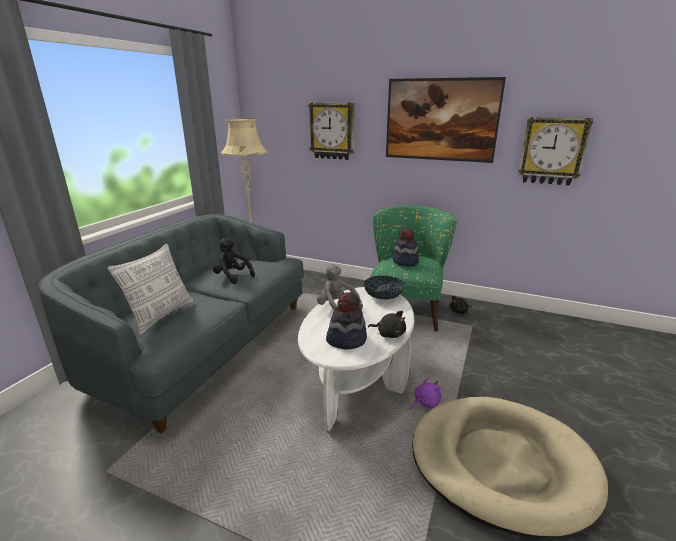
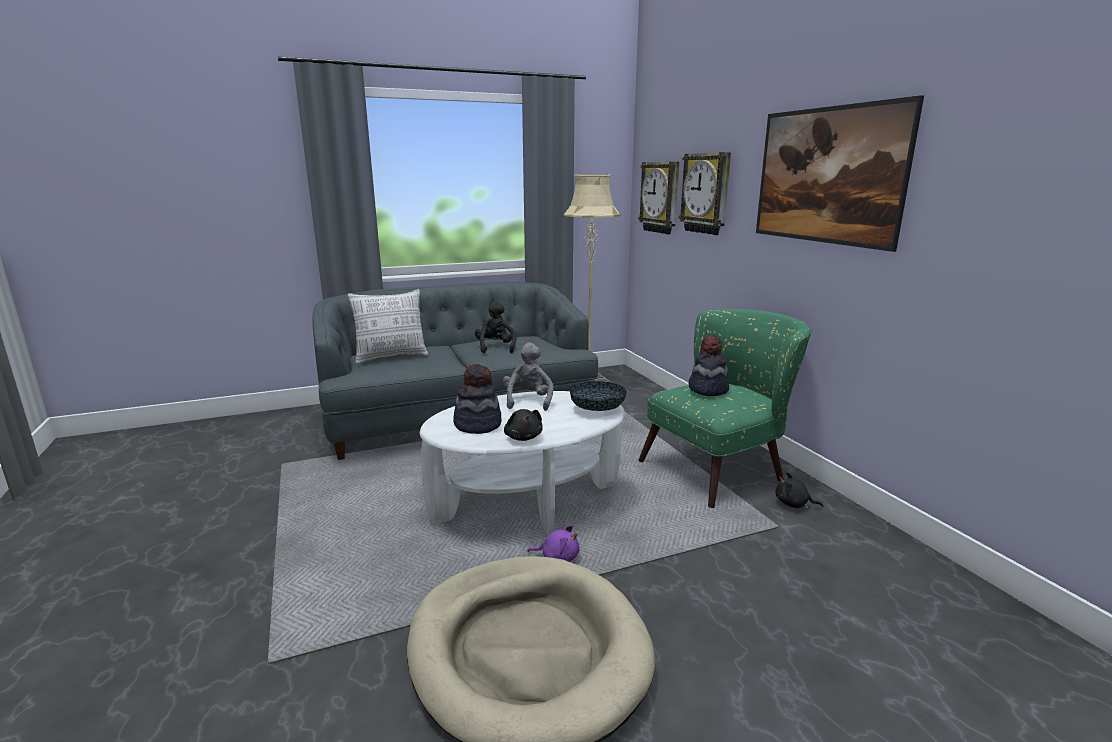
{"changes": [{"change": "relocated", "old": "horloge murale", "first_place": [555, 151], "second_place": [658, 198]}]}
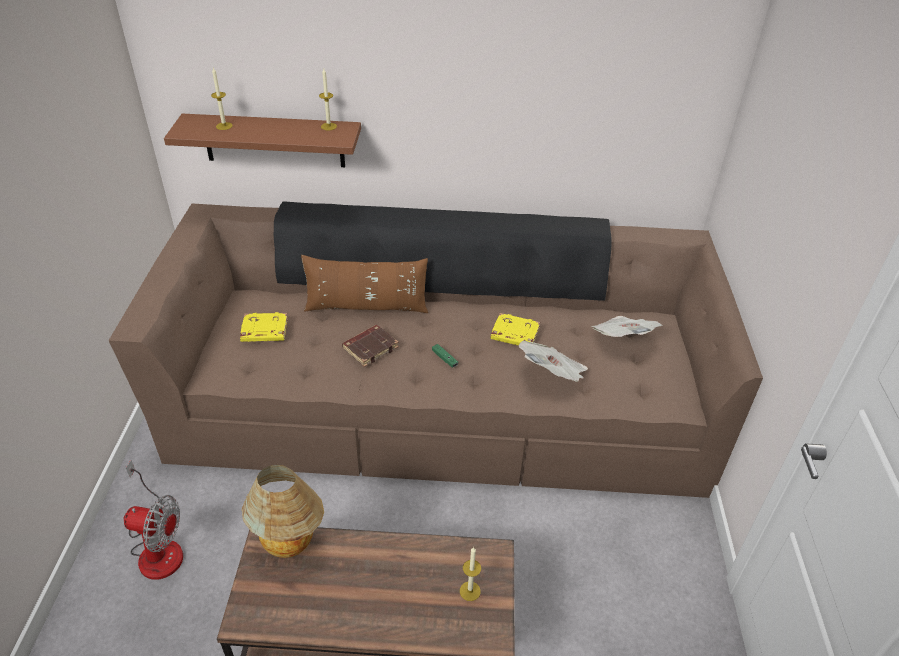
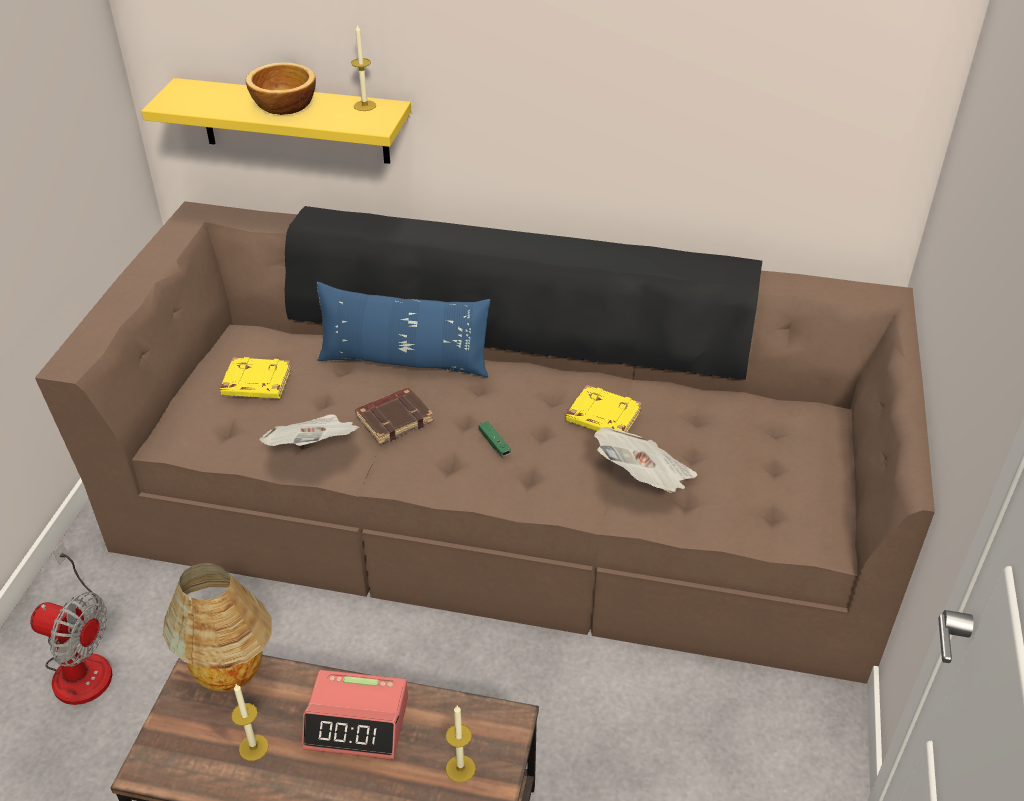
{"changes": [{"change": "colour", "old": "étagère (marron)", "new": "étagère (jaune)", "first_place": [262, 140], "second_place": [276, 121]}, {"change": "relocated", "old": "bougie", "first_place": [222, 99], "second_place": [250, 722]}, {"change": "colour", "old": "coussin (marron)", "new": "coussin (bleu)", "first_place": [364, 284], "second_place": [403, 329]}, {"change": "relocated", "old": "journal", "first_place": [626, 326], "second_place": [310, 430]}, {"change": "appeared", "new": "bol", "second_place": [281, 89]}, {"change": "appeared", "new": "réveil", "second_place": [355, 715]}]}
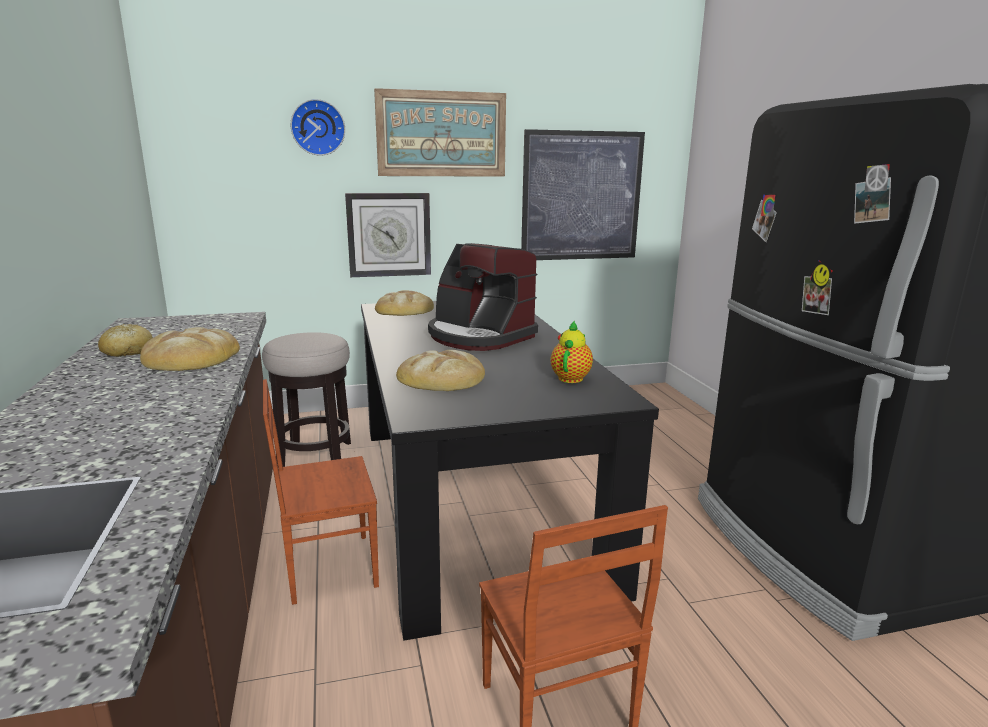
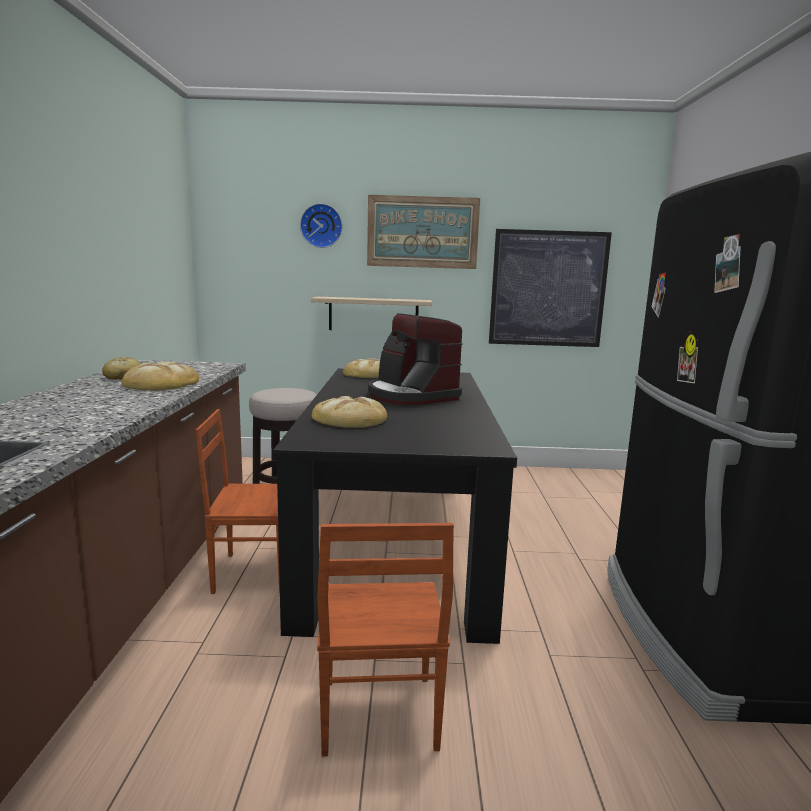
{"changes": [{"change": "exchanged", "old": "horloge murale", "new": "étagère", "first_place": [388, 235], "second_place": [371, 313]}, {"change": "missing", "old": "théière", "first_place": [572, 351]}]}
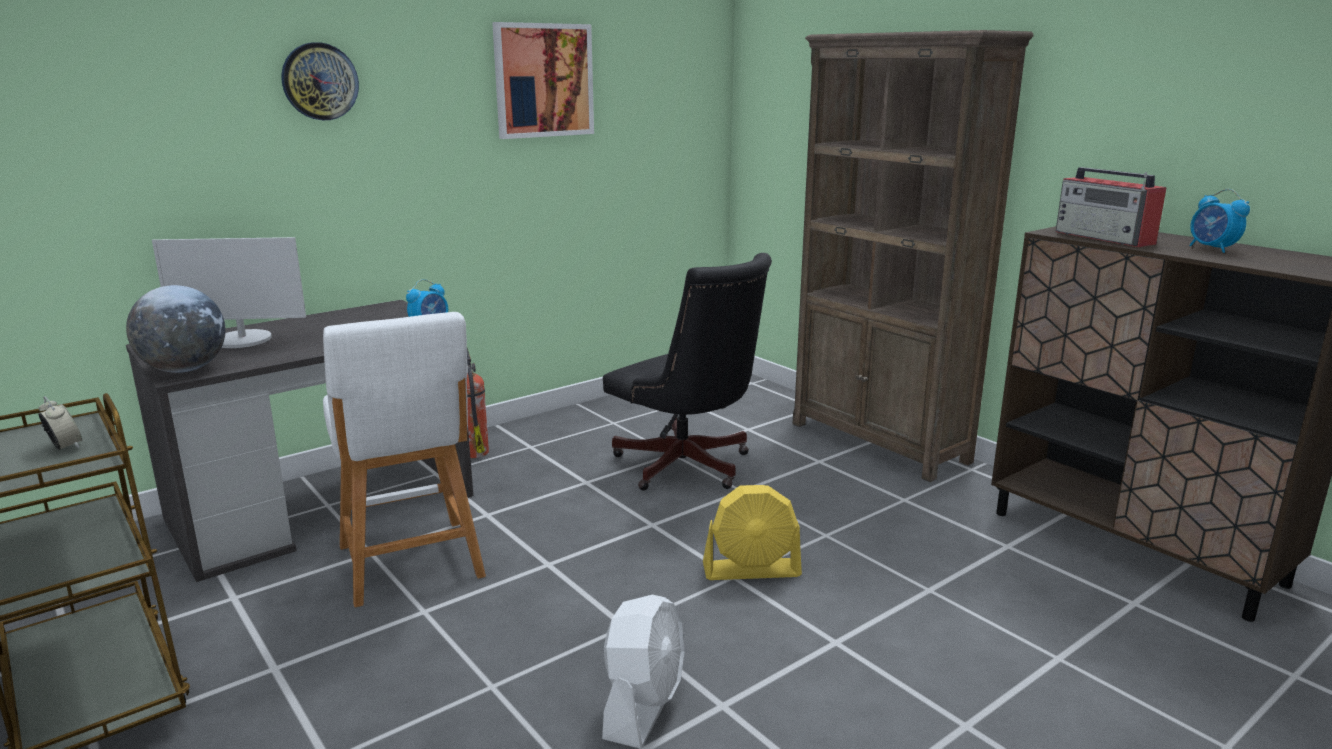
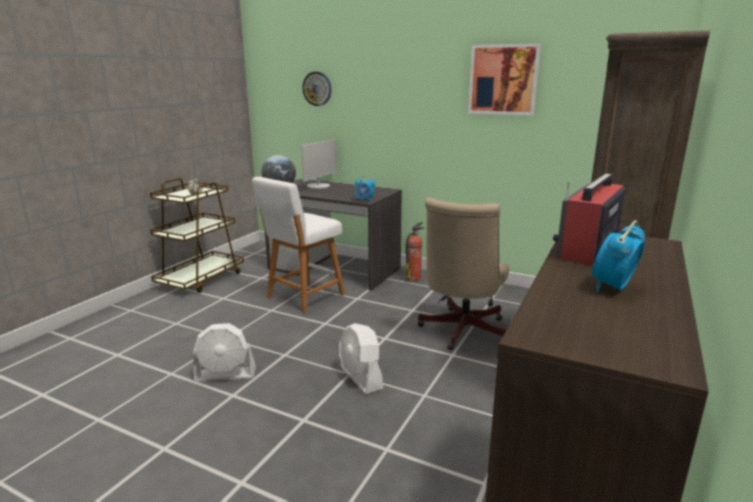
{"changes": [{"change": "spun", "old": "écran d'ordinateur", "first_place": [229, 292], "second_place": [319, 164], "degrees": -120}, {"change": "relocated", "old": "horloge murale", "first_place": [320, 81], "second_place": [316, 89]}, {"change": "colour", "old": "chaise de bureau (noir)", "new": "chaise de bureau (beige)", "first_place": [687, 371], "second_place": [463, 274]}, {"change": "colour", "old": "ventilateur (jaune)", "new": "ventilateur (blanc)", "first_place": [752, 532], "second_place": [361, 358]}]}
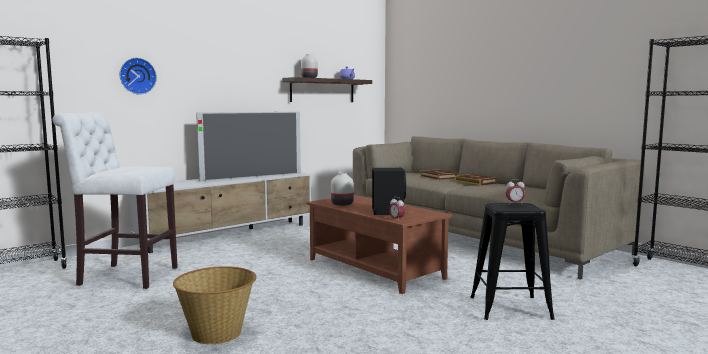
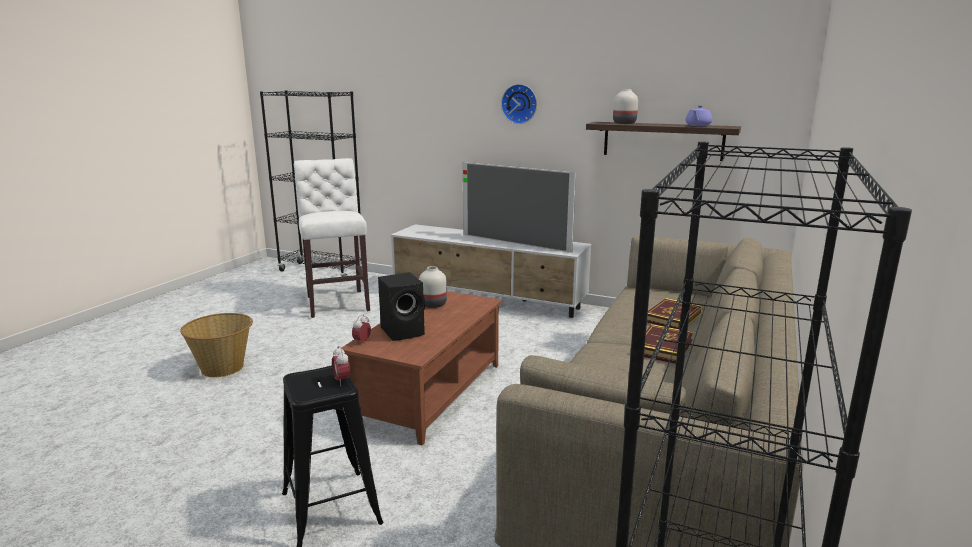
{"changes": [{"change": "relocated", "old": "horloge murale", "first_place": [138, 76], "second_place": [519, 104]}]}
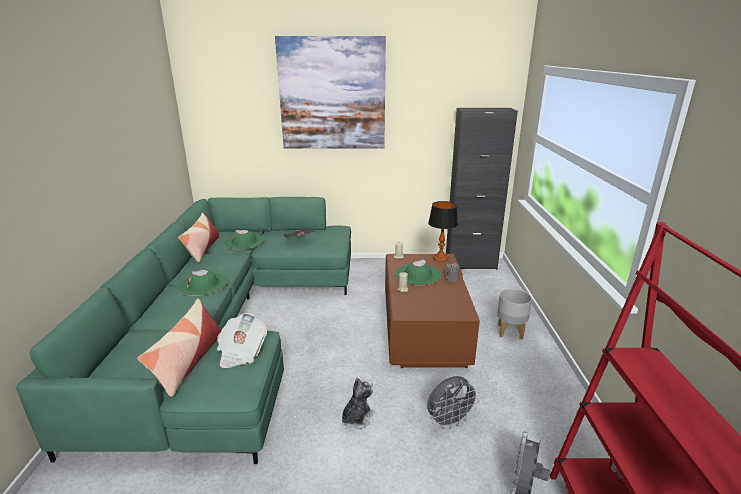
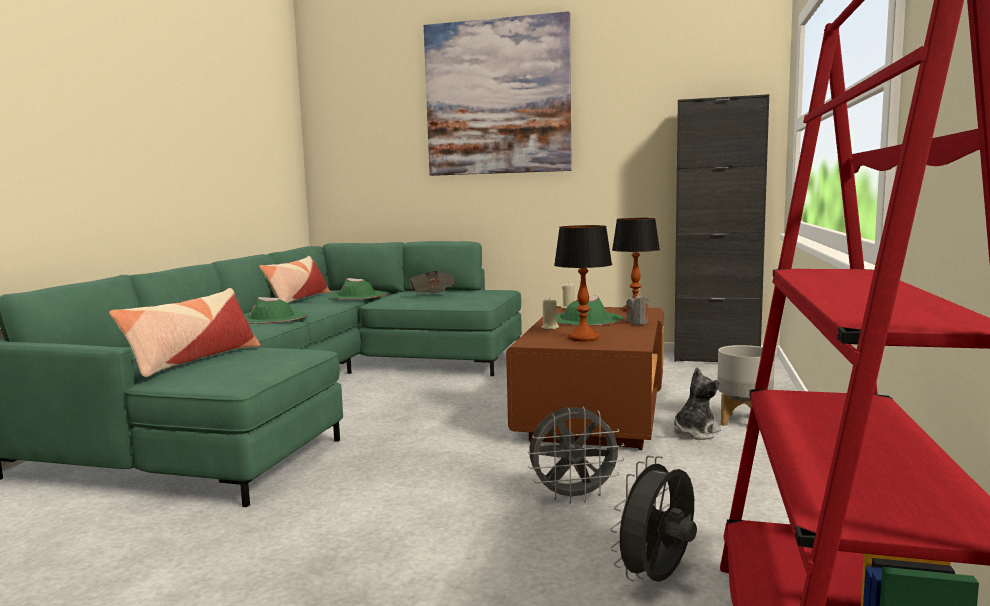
{"changes": [{"change": "missing", "old": "journal", "first_place": [242, 340]}, {"change": "relocated", "old": "peluche", "first_place": [358, 403], "second_place": [697, 403]}, {"change": "appeared", "new": "lampe de table", "second_place": [583, 283]}]}
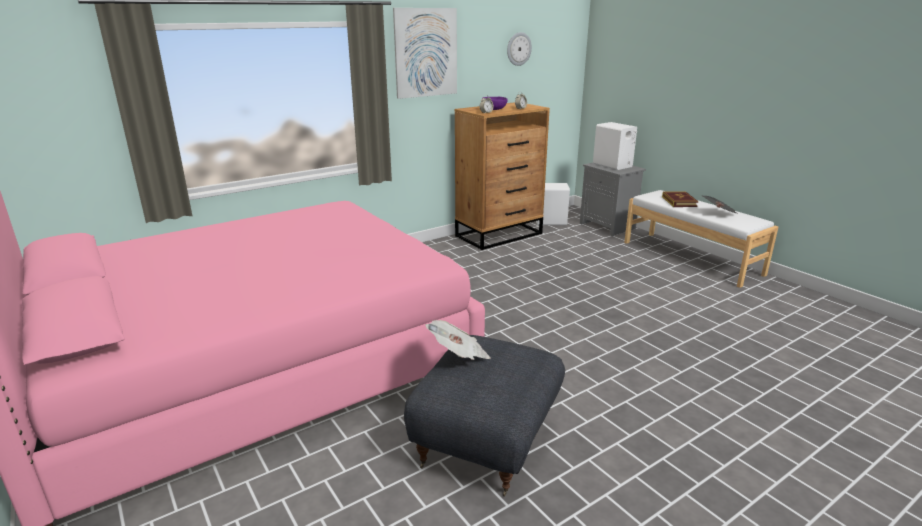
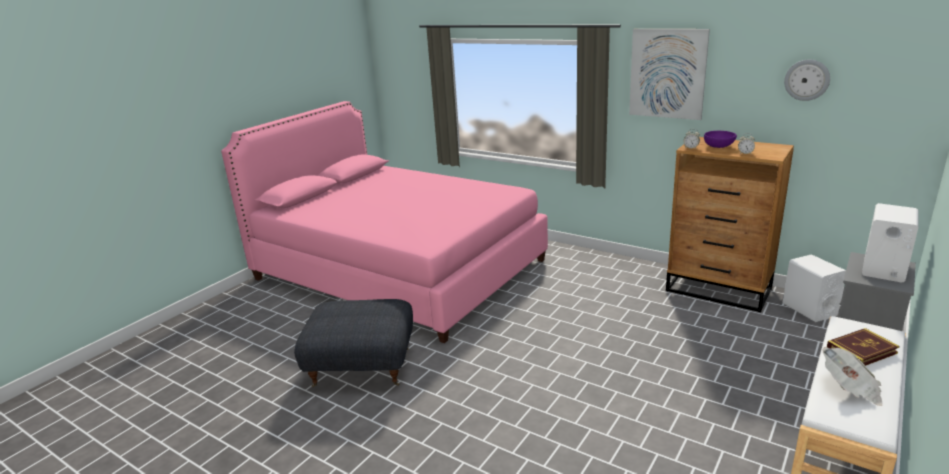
{"changes": [{"change": "missing", "old": "journal", "first_place": [458, 340]}]}
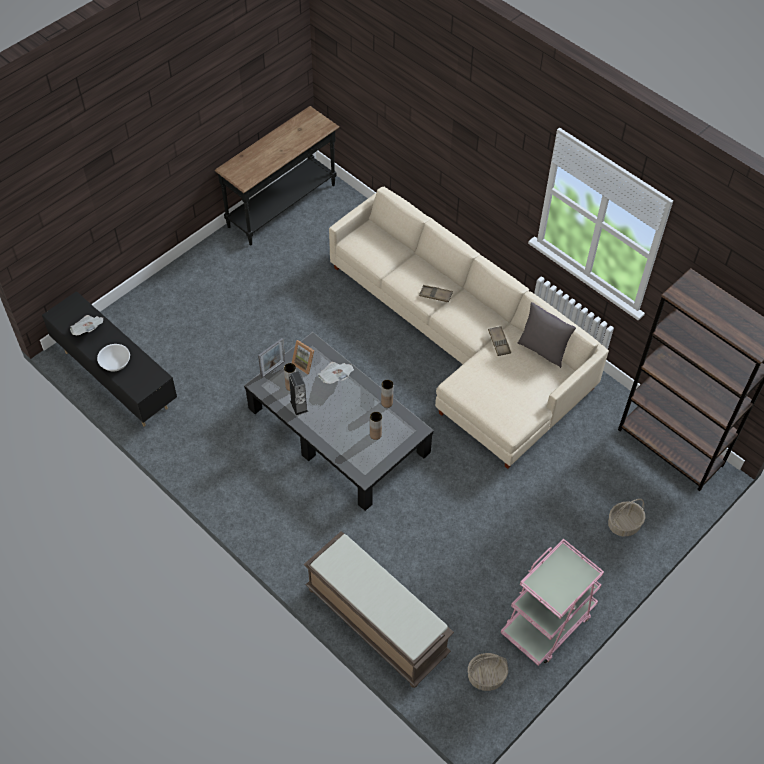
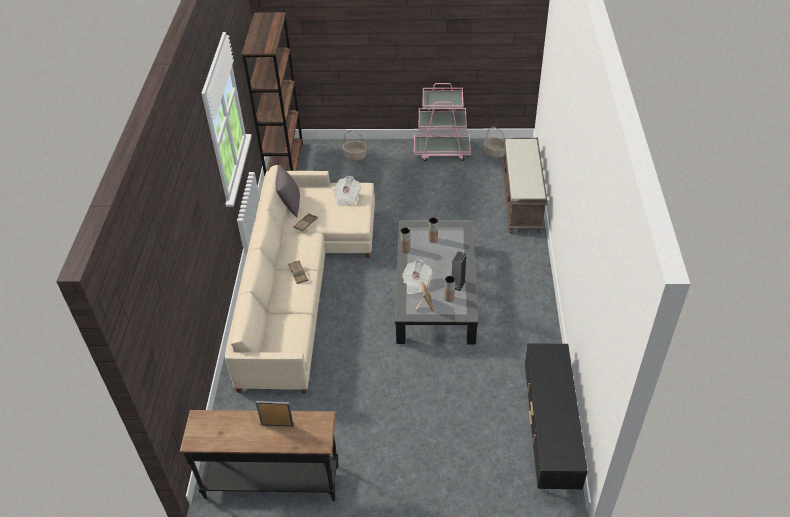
{"changes": [{"change": "relocated", "old": "journal", "first_place": [86, 325], "second_place": [347, 191]}, {"change": "missing", "old": "bol (blanc)", "first_place": [113, 358]}, {"change": "relocated", "old": "cadre photo", "first_place": [271, 358], "second_place": [275, 414]}]}
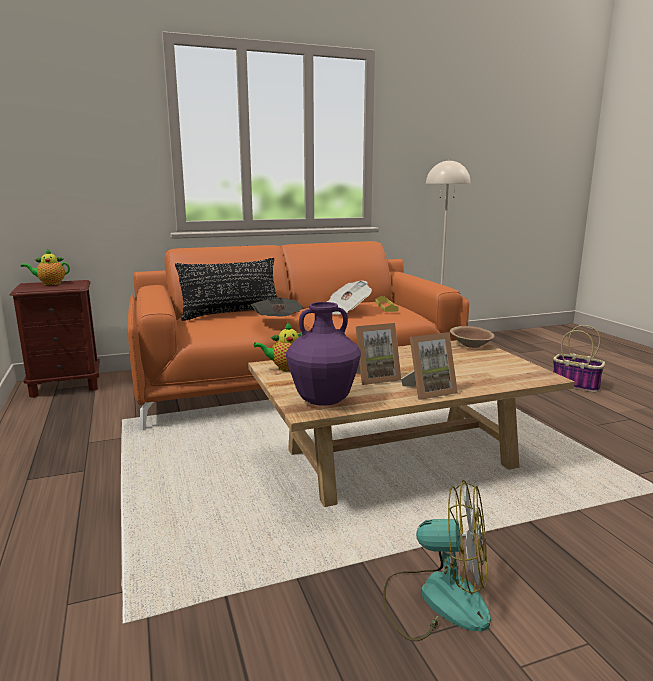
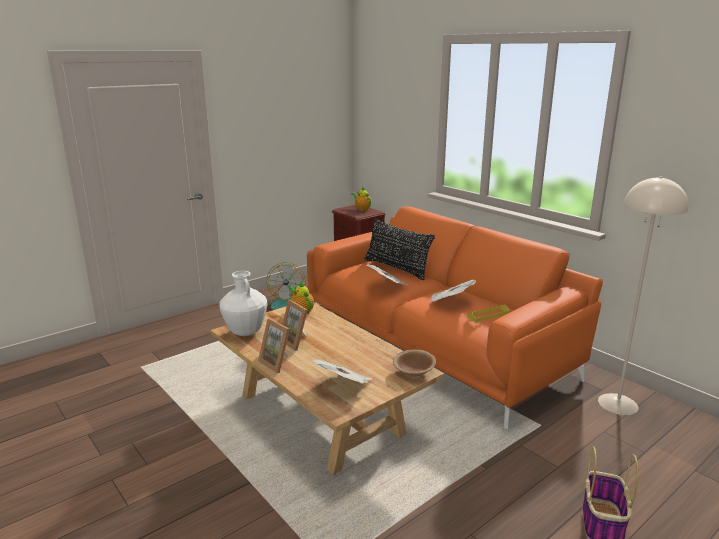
{"changes": [{"change": "colour", "old": "vase (violet)", "new": "vase (blanc)", "first_place": [323, 354], "second_place": [243, 303]}, {"change": "relocated", "old": "ventilateur", "first_place": [437, 560], "second_place": [285, 286]}, {"change": "appeared", "new": "journal", "second_place": [342, 371]}]}
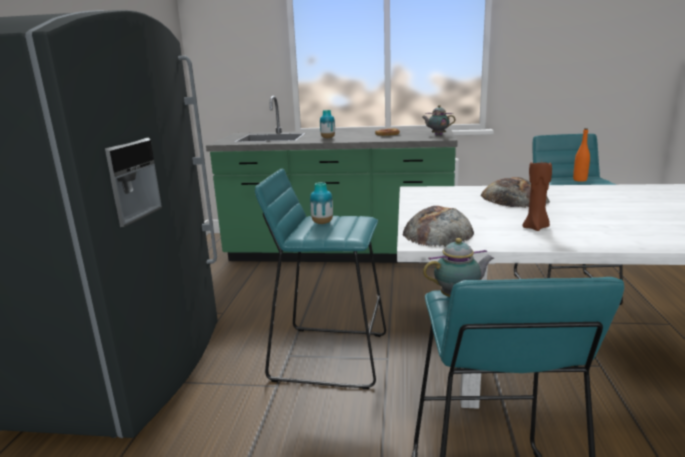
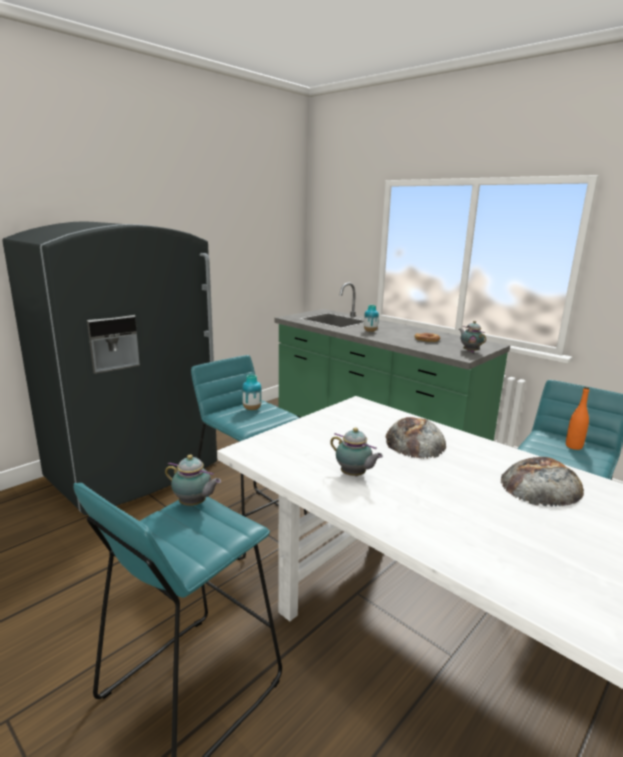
{"changes": [{"change": "relocated", "old": "pain", "first_place": [438, 226], "second_place": [542, 482]}, {"change": "exchanged", "old": "bougie (marron)", "new": "théière", "first_place": [537, 194], "second_place": [356, 452]}]}
